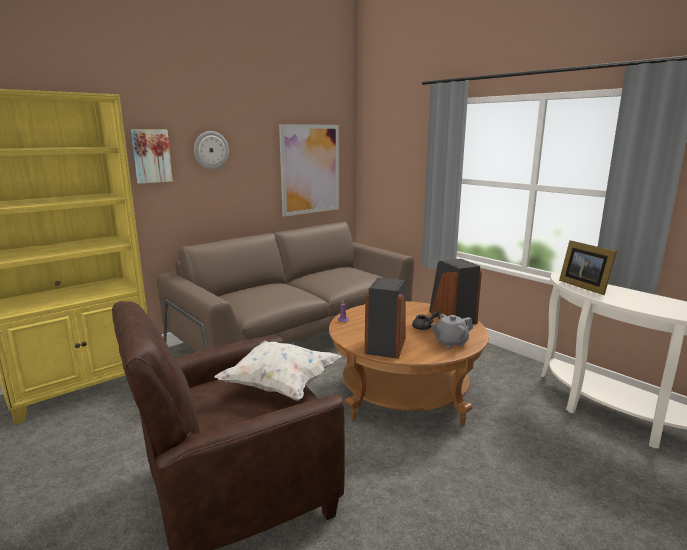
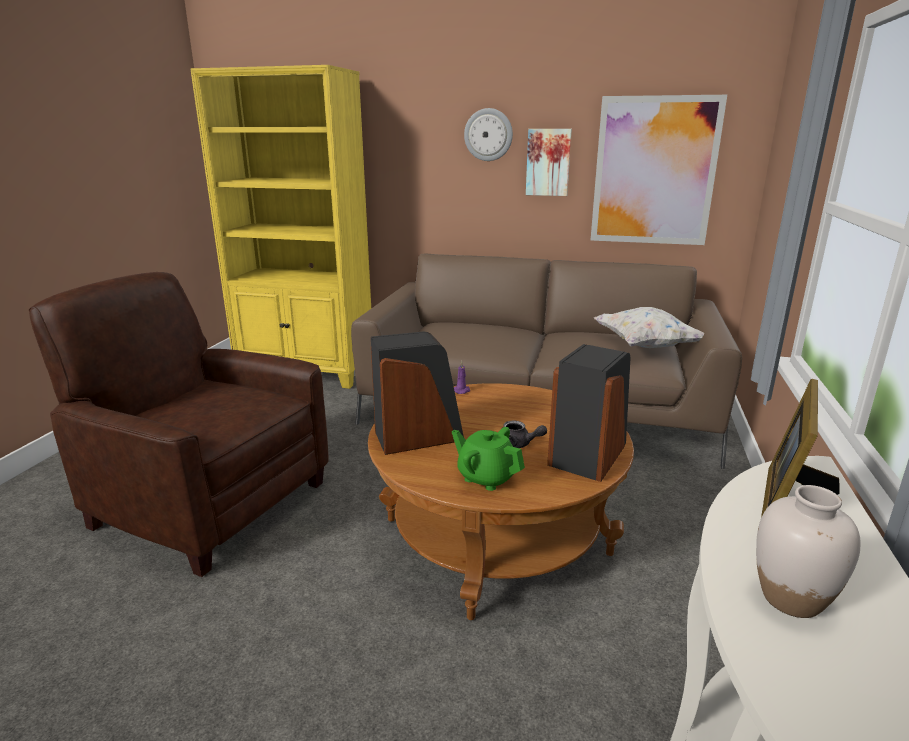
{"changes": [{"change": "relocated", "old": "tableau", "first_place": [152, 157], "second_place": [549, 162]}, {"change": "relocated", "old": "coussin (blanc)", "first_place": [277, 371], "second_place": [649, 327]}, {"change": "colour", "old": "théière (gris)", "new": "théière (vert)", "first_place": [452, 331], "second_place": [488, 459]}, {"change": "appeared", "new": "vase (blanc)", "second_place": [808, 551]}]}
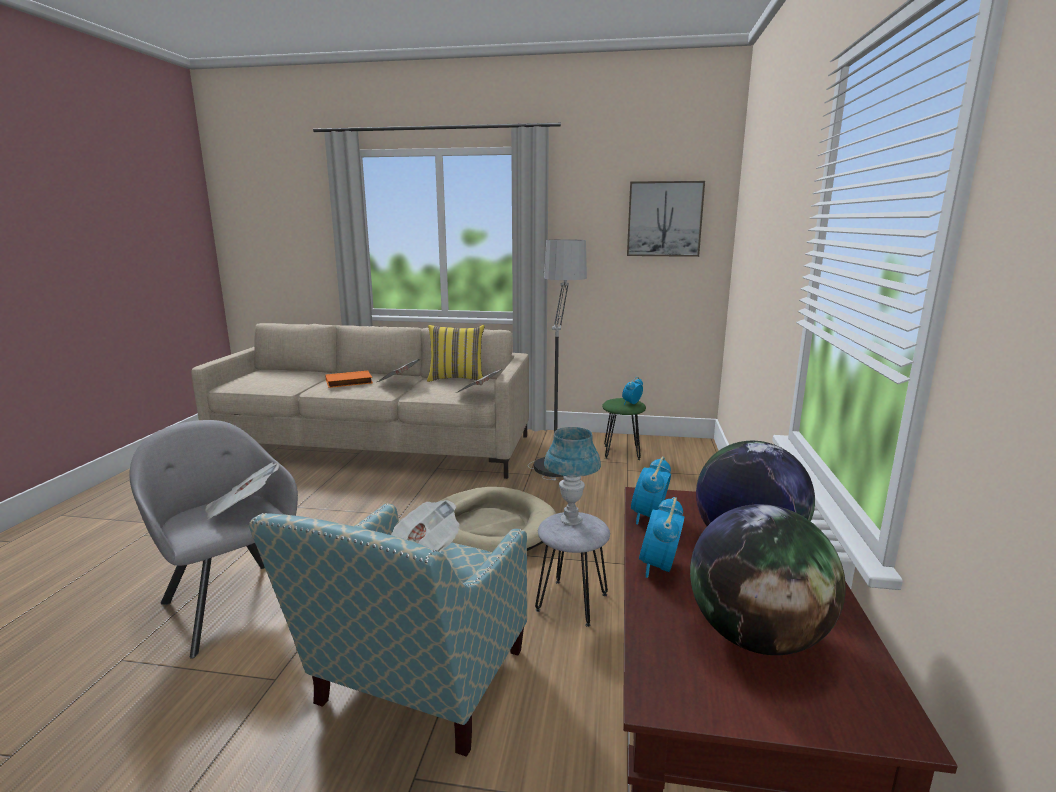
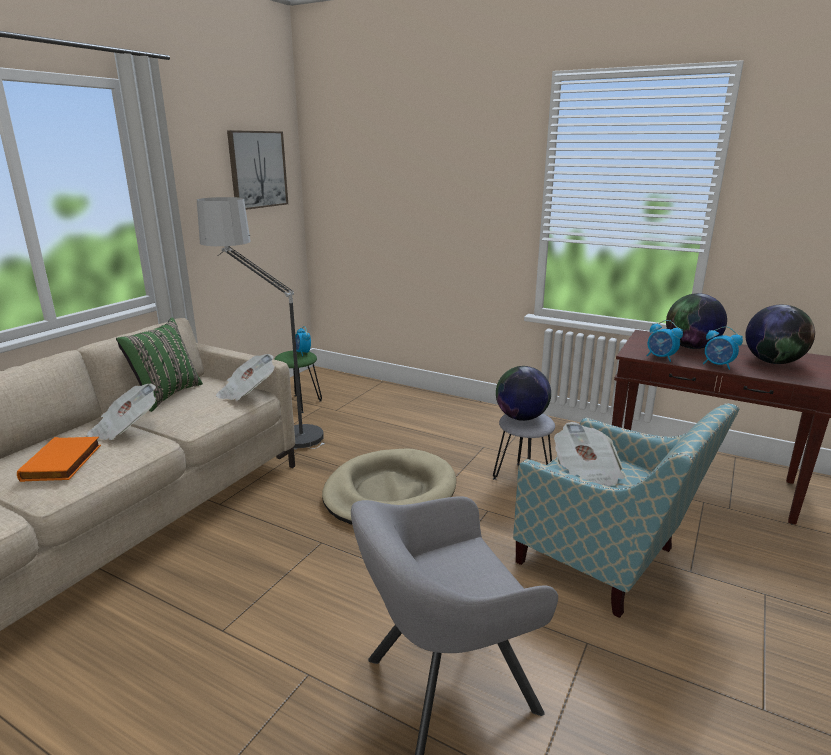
{"changes": [{"change": "missing", "old": "journal", "first_place": [242, 491]}, {"change": "colour", "old": "coussin (jaune)", "new": "coussin (vert)", "first_place": [455, 353], "second_place": [159, 364]}, {"change": "exchanged", "old": "lampe de table (bleu)", "new": "globe", "first_place": [572, 476], "second_place": [523, 393]}]}
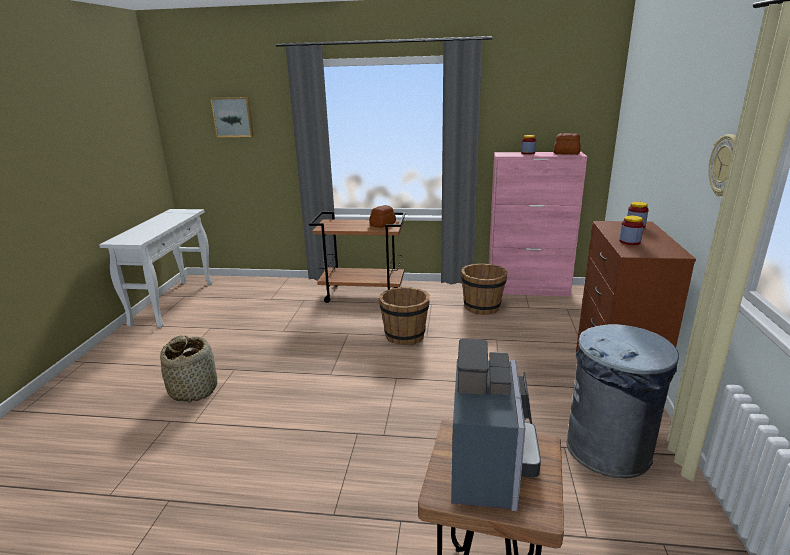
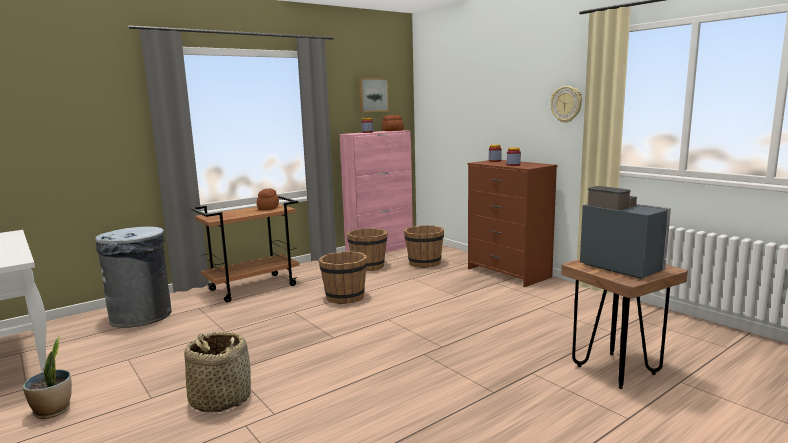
{"changes": [{"change": "relocated", "old": "tableau", "first_place": [232, 117], "second_place": [374, 95]}, {"change": "relocated", "old": "poubelle (gris)", "first_place": [623, 401], "second_place": [133, 277]}, {"change": "appeared", "new": "plante en pot", "second_place": [47, 377]}, {"change": "appeared", "new": "seau (marron)", "second_place": [424, 246]}]}
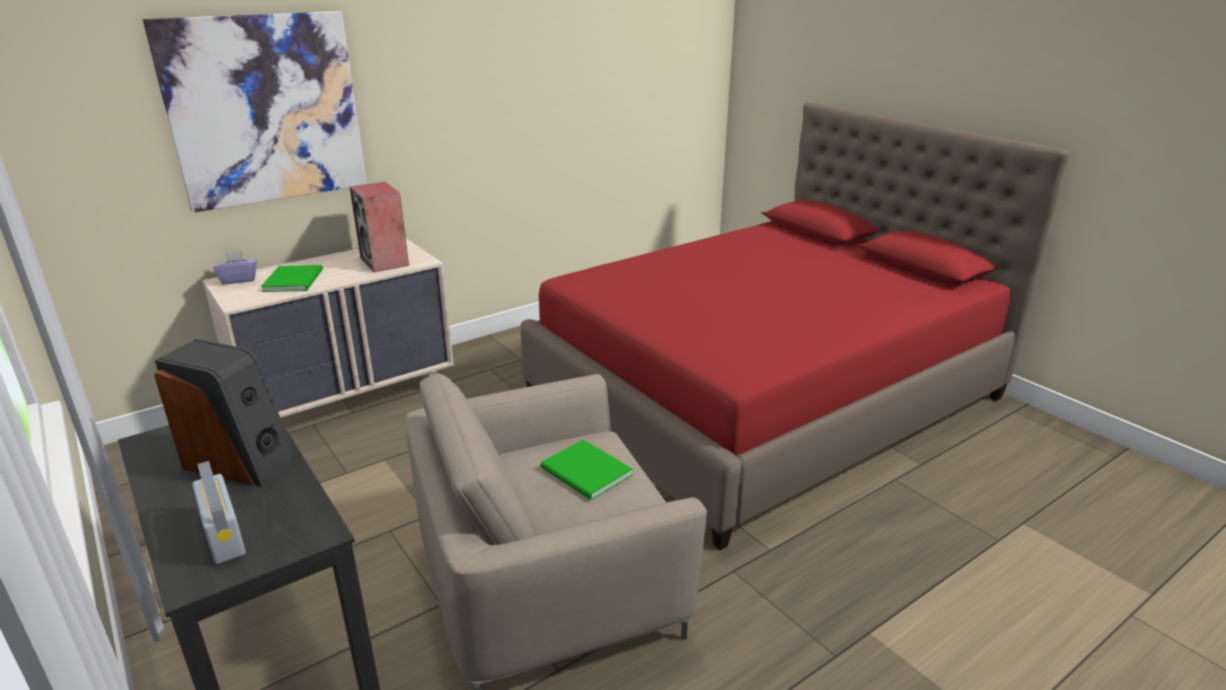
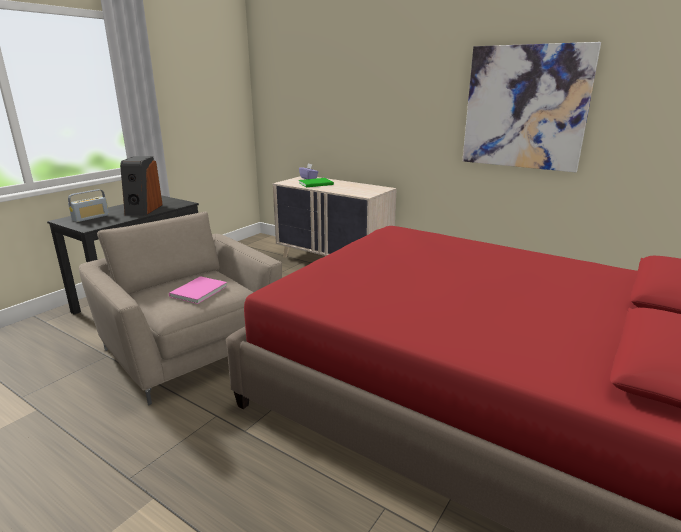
{"changes": [{"change": "relocated", "old": "tableau", "first_place": [255, 112], "second_place": [531, 107]}, {"change": "missing", "old": "enceinte", "first_place": [379, 227]}, {"change": "colour", "old": "livre (vert)", "new": "livre (rose)", "first_place": [587, 470], "second_place": [198, 290]}]}
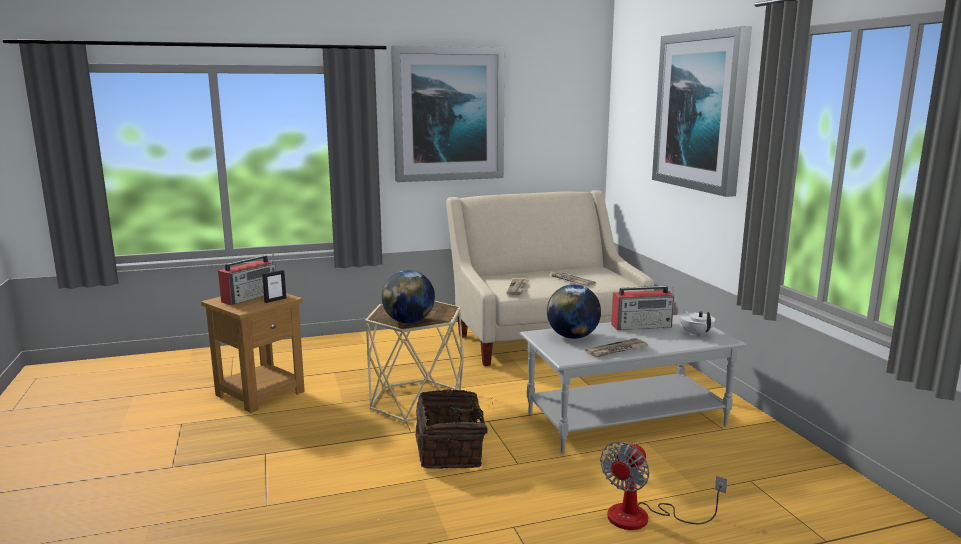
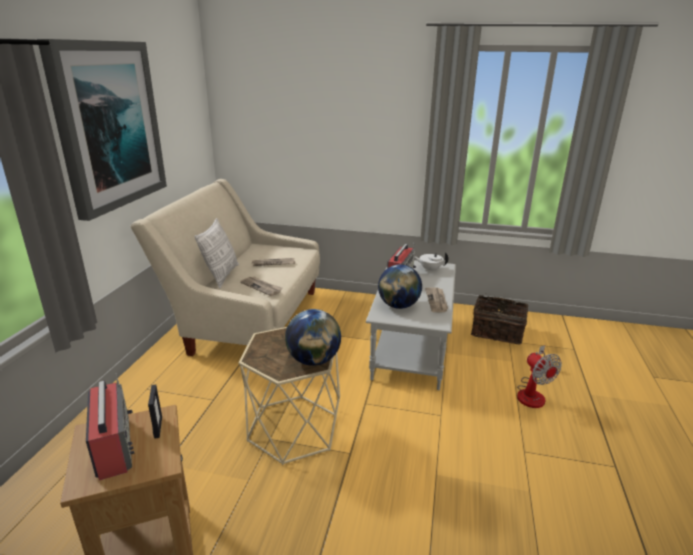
{"changes": [{"change": "relocated", "old": "panier", "first_place": [454, 429], "second_place": [499, 319]}, {"change": "missing", "old": "tableau", "first_place": [702, 111]}, {"change": "appeared", "new": "coussin", "second_place": [217, 253]}]}
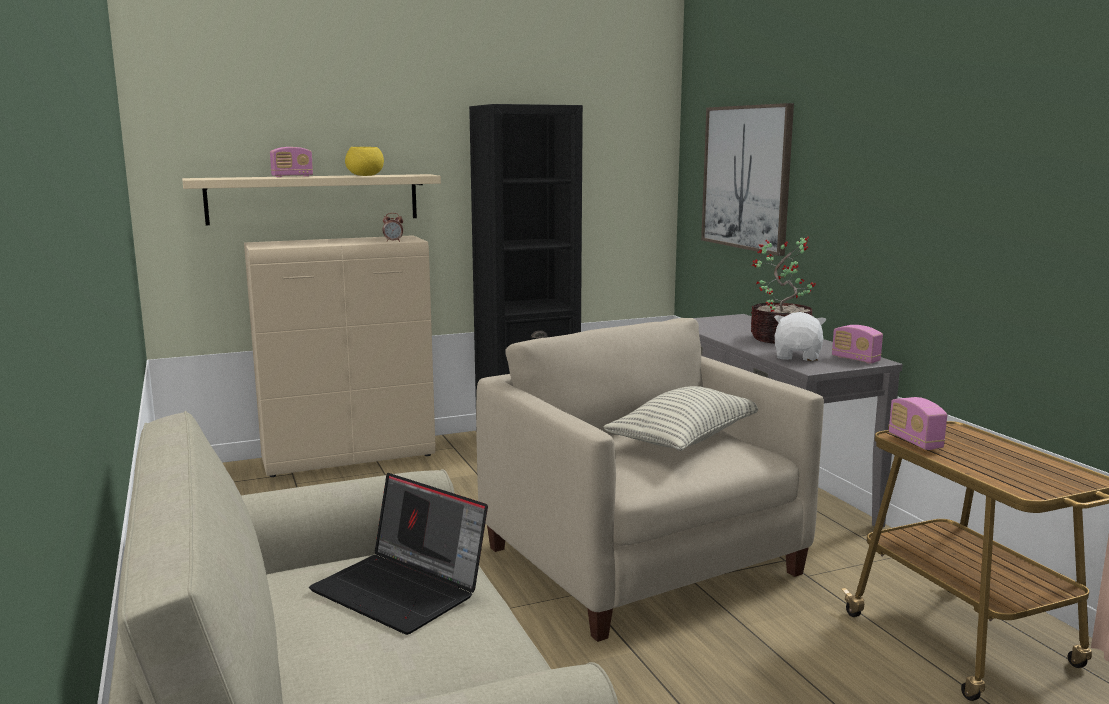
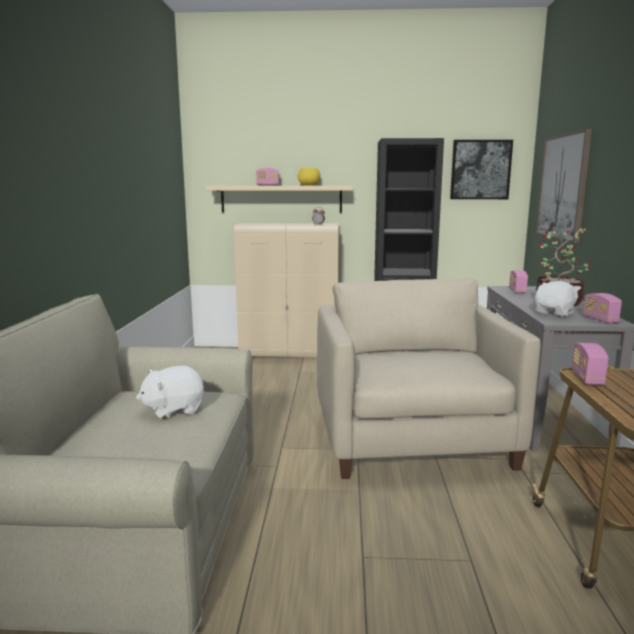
{"changes": [{"change": "exchanged", "old": "ordinateur portable", "new": "peluche (blanc)", "first_place": [398, 554], "second_place": [170, 392]}, {"change": "missing", "old": "coussin", "first_place": [681, 418]}, {"change": "appeared", "new": "tableau", "second_place": [481, 169]}, {"change": "appeared", "new": "radio", "second_place": [518, 281]}]}
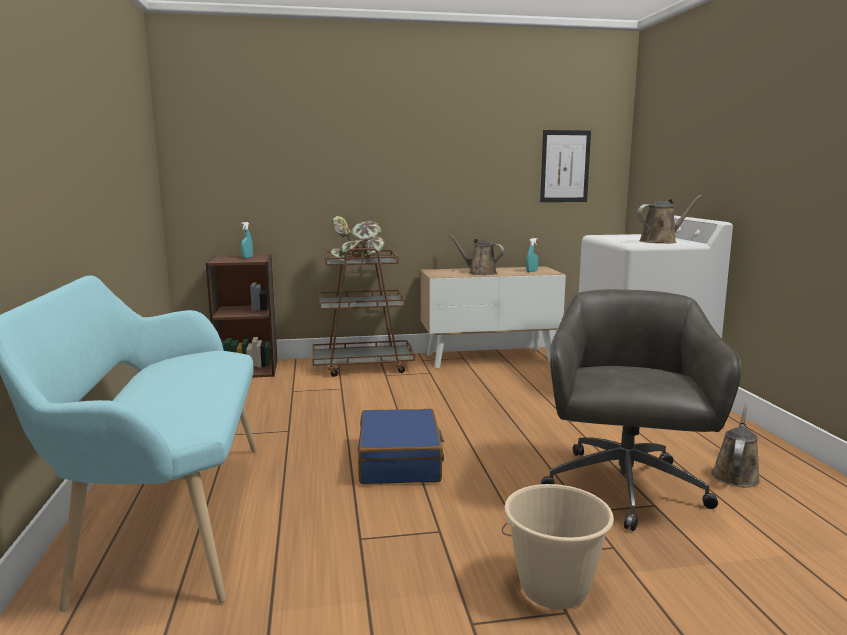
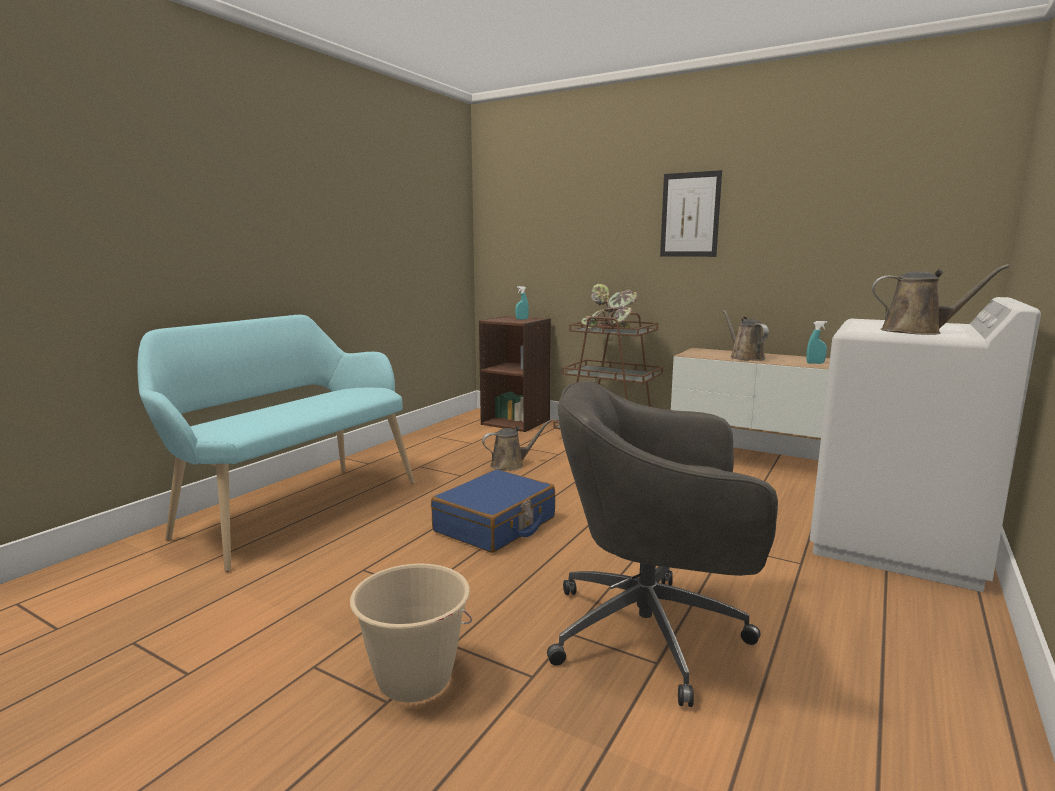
{"changes": [{"change": "relocated", "old": "tableau", "first_place": [565, 166], "second_place": [691, 213]}, {"change": "spun", "old": "chaise de bureau (gris)", "first_place": [641, 410], "second_place": [662, 544], "degrees": -135}, {"change": "relocated", "old": "arrosoir (marron)", "first_place": [736, 446], "second_place": [516, 445]}]}
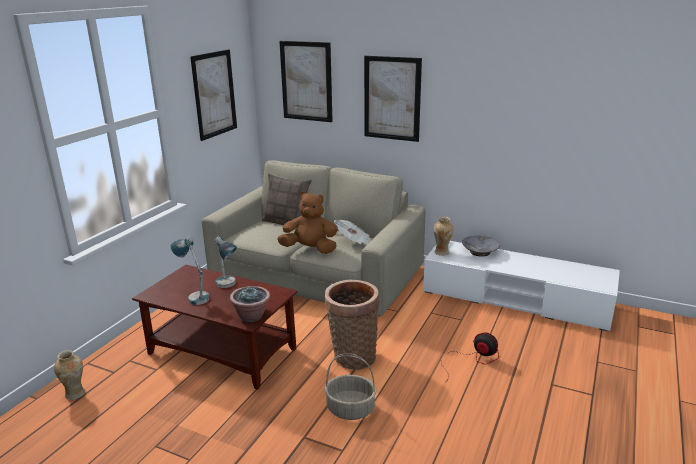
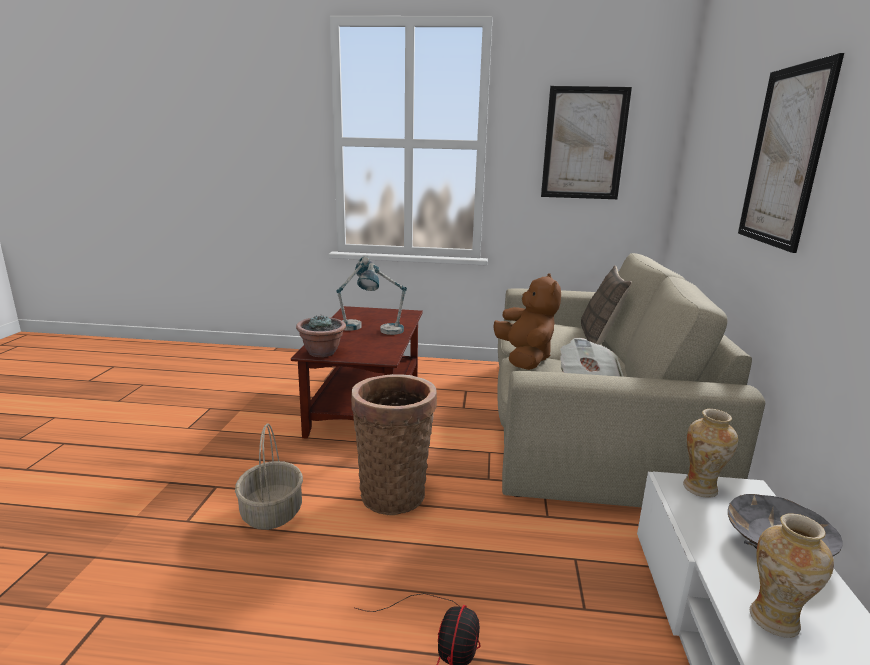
{"changes": [{"change": "relocated", "old": "vase", "first_place": [69, 375], "second_place": [792, 575]}, {"change": "missing", "old": "tableau", "first_place": [306, 81]}]}
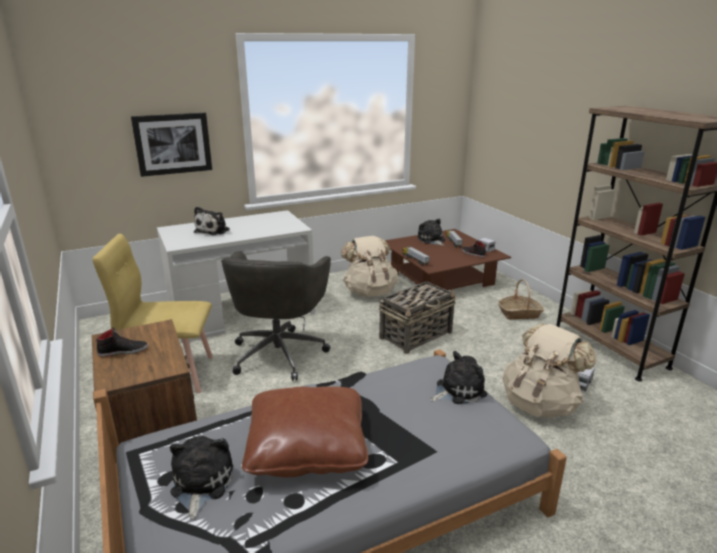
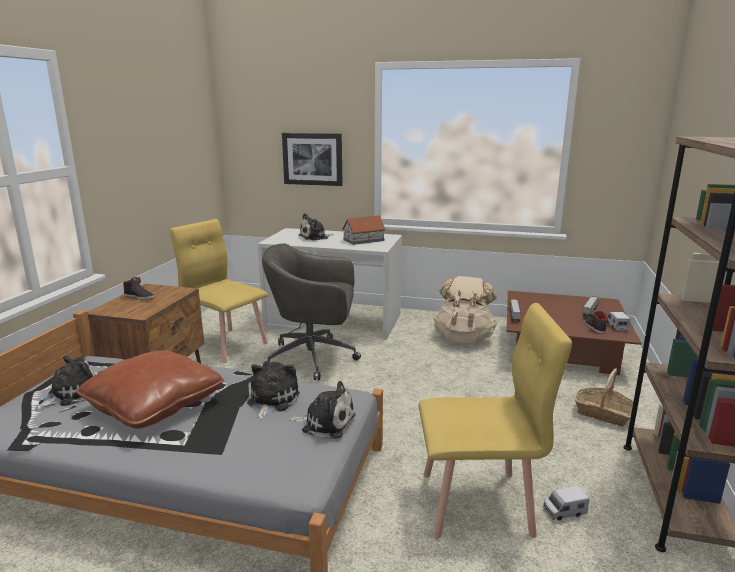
{"changes": [{"change": "spun", "old": "chaise de bureau (gris)", "first_place": [276, 316], "second_place": [311, 311], "degrees": 45}, {"change": "missing", "old": "panier", "first_place": [417, 317]}, {"change": "relocated", "old": "peluche", "first_place": [431, 232], "second_place": [273, 391]}, {"change": "exchanged", "old": "sac à dos (beige)", "new": "chaise (jaune)", "first_place": [549, 371], "second_place": [495, 421]}, {"change": "appeared", "new": "maison miniature", "second_place": [364, 230]}]}
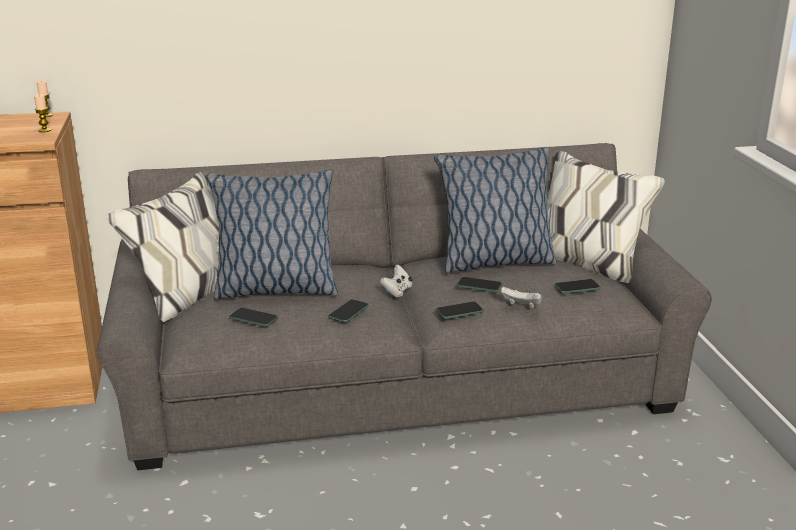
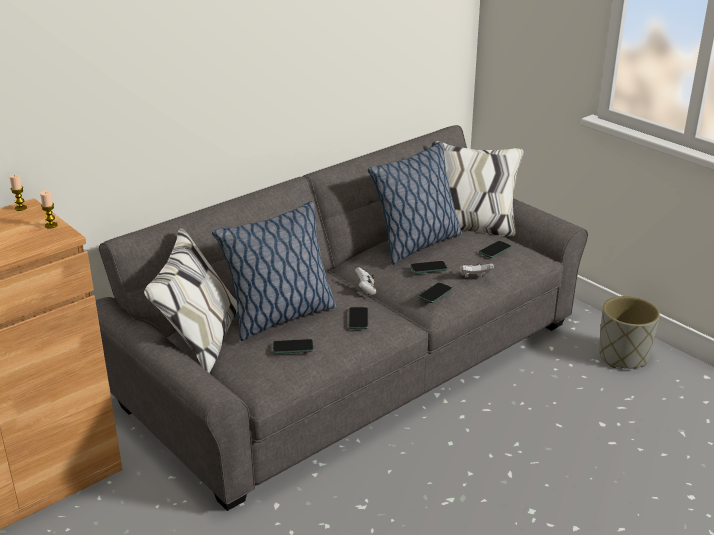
{"changes": [{"change": "appeared", "new": "cache-pot (gris)", "second_place": [629, 332]}]}
